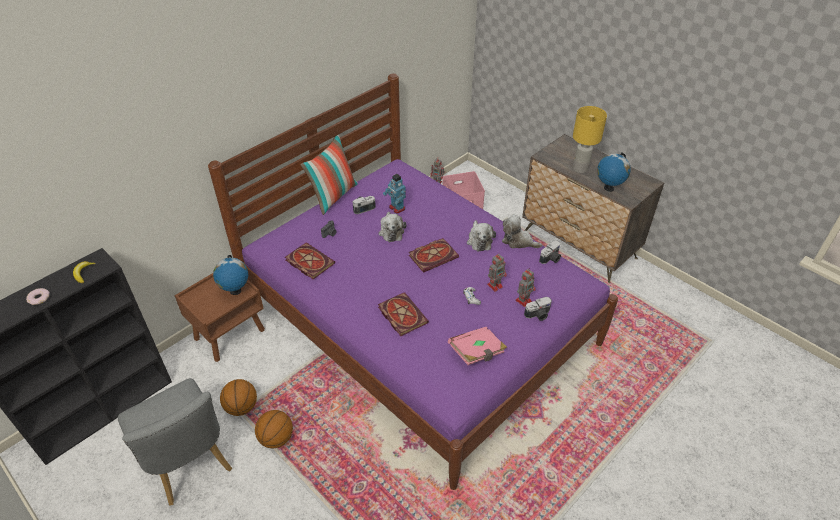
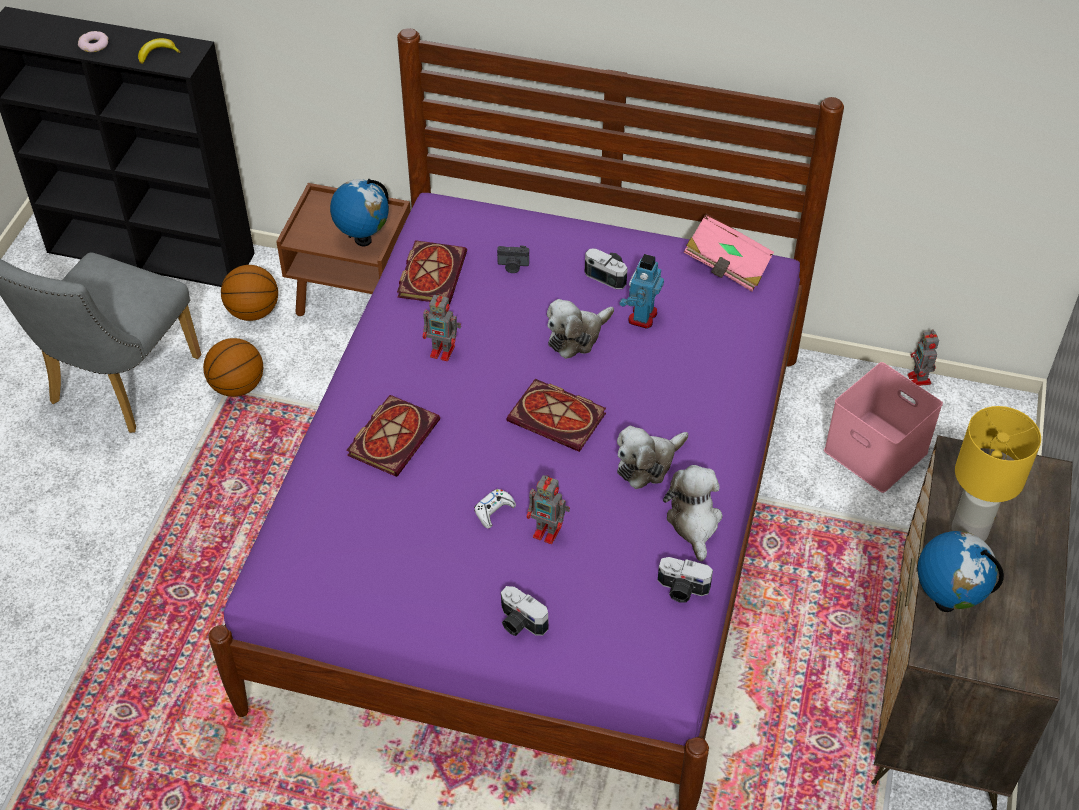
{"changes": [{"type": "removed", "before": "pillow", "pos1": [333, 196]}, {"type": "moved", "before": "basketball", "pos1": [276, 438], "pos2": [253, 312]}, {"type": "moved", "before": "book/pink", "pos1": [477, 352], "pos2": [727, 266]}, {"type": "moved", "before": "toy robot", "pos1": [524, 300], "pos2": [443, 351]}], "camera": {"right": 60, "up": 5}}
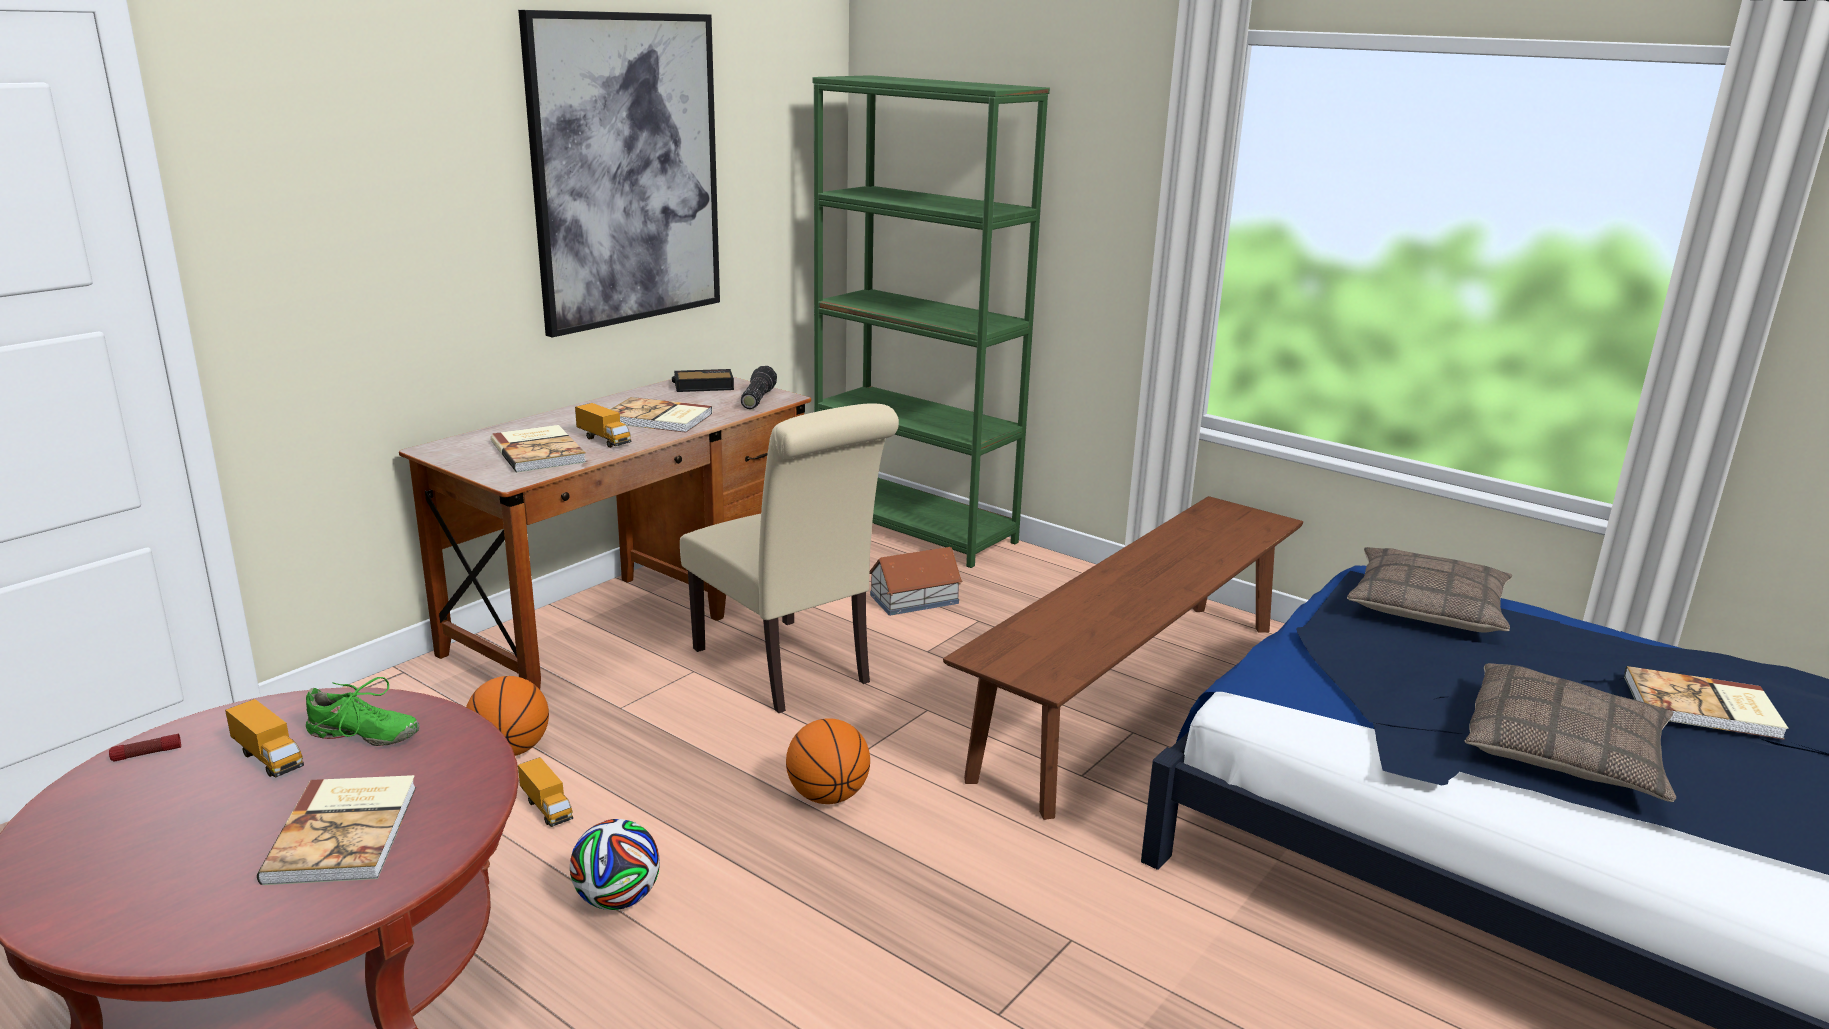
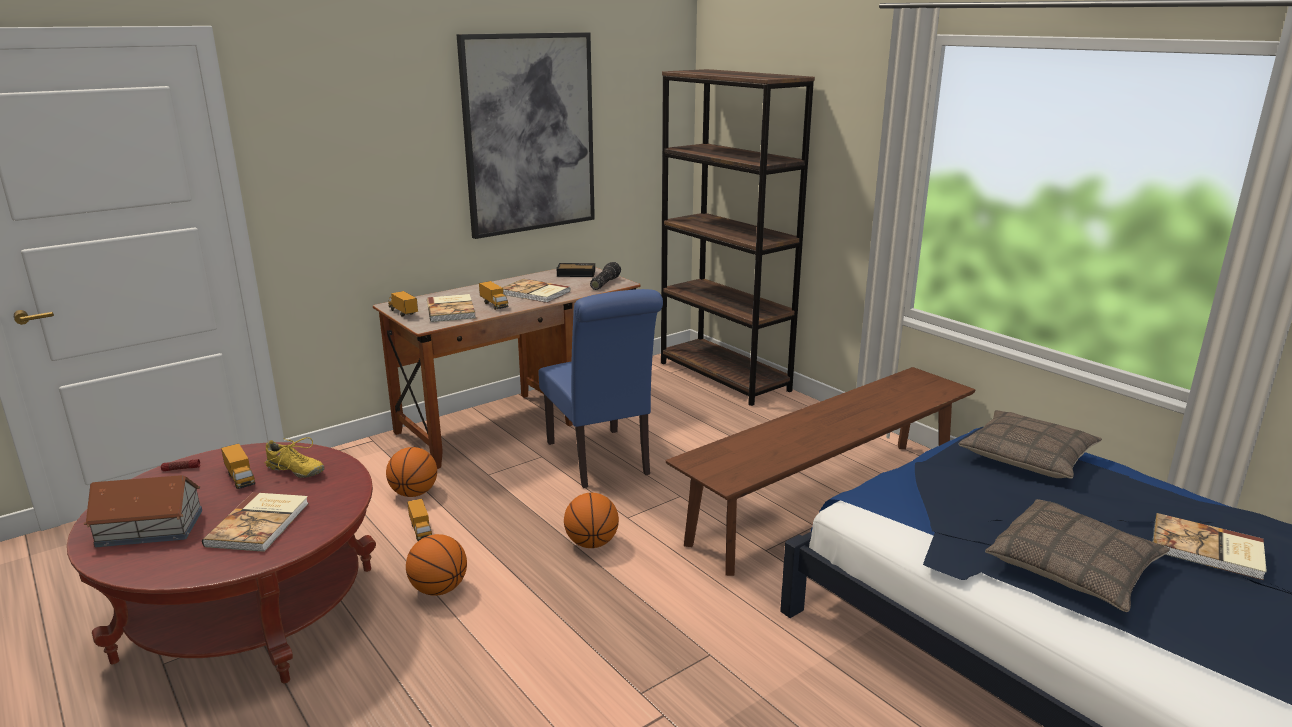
{"changes": [{"type": "added", "after": "toy truck", "pos2": [403, 313]}, {"type": "moved", "before": "toy house", "pos1": [915, 599], "pos2": [151, 528]}, {"type": "replaced", "before": "football", "after": "basketball", "pos1": [617, 899], "pos2": [439, 589]}, {"type": "recoloured", "before": "shoe/green", "after": "shoe/yellow", "pos1": [363, 735], "pos2": [295, 471]}, {"type": "recoloured", "before": "chair/beige", "after": "chair/blue", "pos1": [788, 669], "pos2": [601, 461]}, {"type": "recoloured", "before": "bookcase/green", "after": "bookcase/brown", "pos1": [915, 528], "pos2": [724, 376]}], "camera": {"right": 15, "up": 0}}
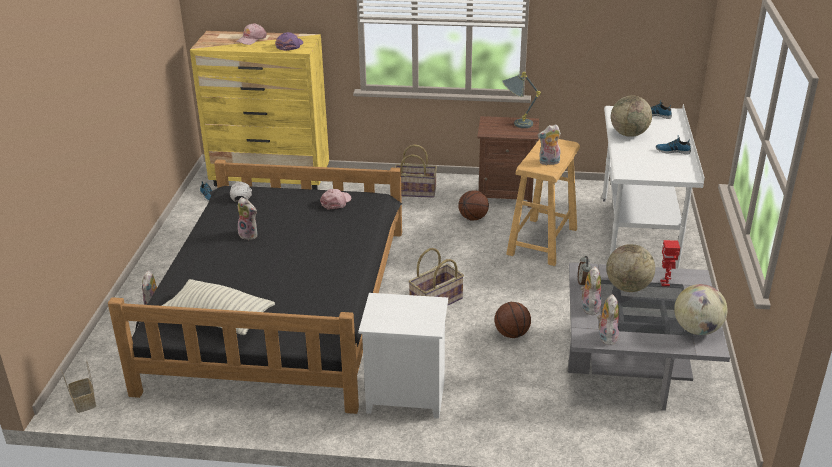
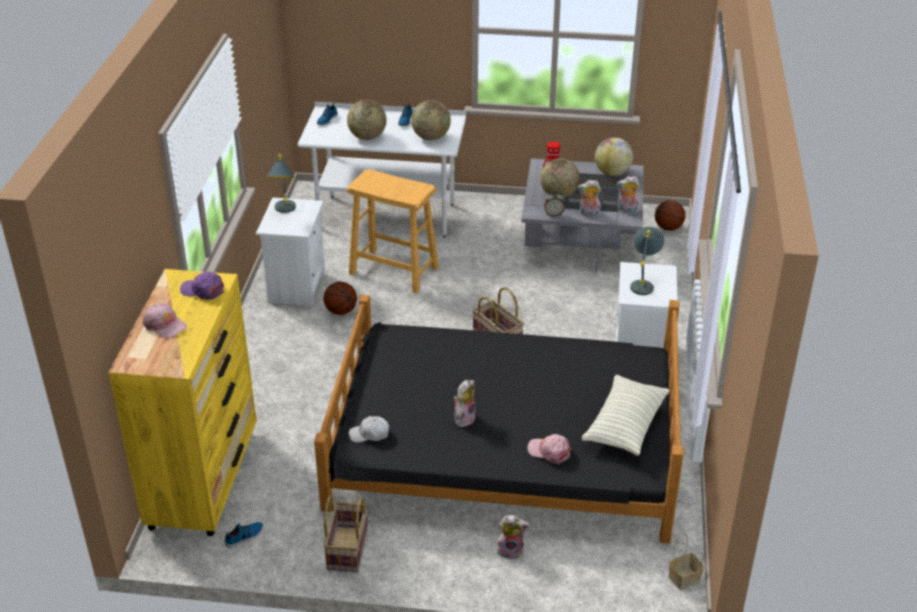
{"changes": [{"type": "removed", "before": "plush toy", "pos1": [549, 162]}, {"type": "added", "after": "globe", "pos2": [431, 137]}, {"type": "added", "after": "table lamp/grey", "pos2": [643, 283]}, {"type": "moved", "before": "cap/pink", "pos1": [336, 202], "pos2": [549, 451]}, {"type": "moved", "before": "basket", "pos1": [415, 191], "pos2": [346, 548]}, {"type": "moved", "before": "basketball", "pos1": [512, 334], "pos2": [668, 227]}, {"type": "recoloured", "before": "nightstand/brown", "after": "nightstand/white", "pos1": [505, 195], "pos2": [295, 287]}], "camera": {"right": -90, "up": 5}}
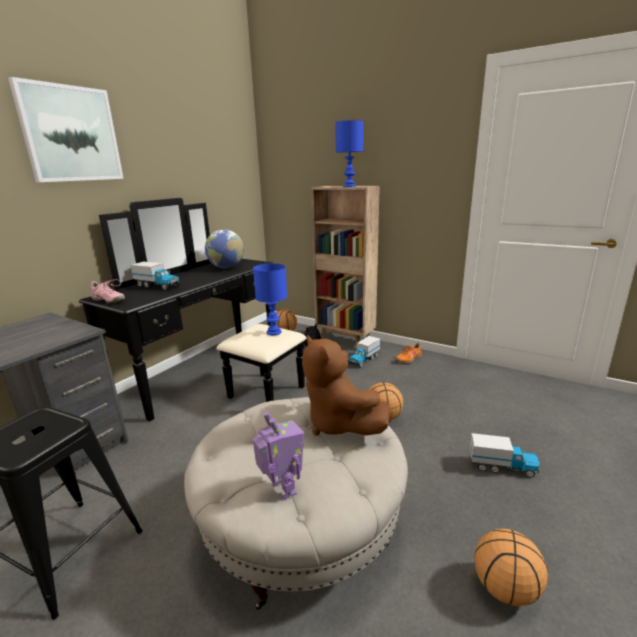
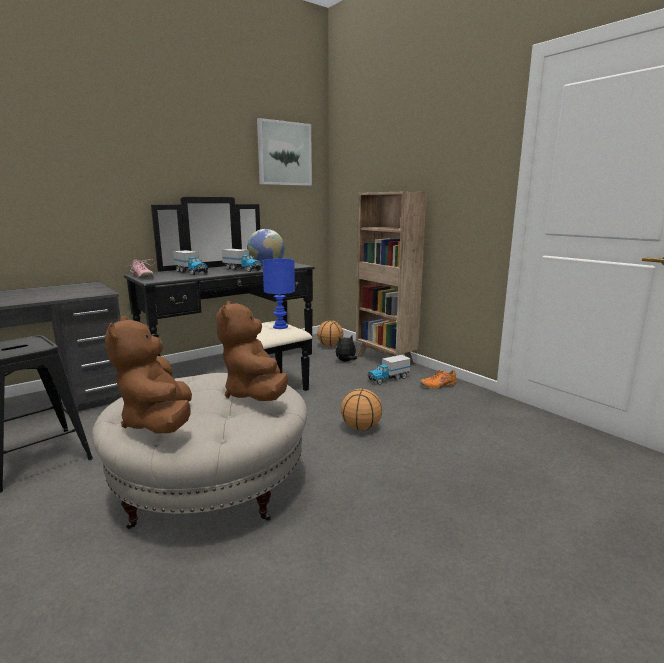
{"changes": [{"type": "removed", "before": "table lamp/blue", "pos1": [349, 186]}, {"type": "removed", "before": "basketball", "pos1": [504, 588]}, {"type": "moved", "before": "picture", "pos1": [71, 134], "pos2": [284, 153]}, {"type": "moved", "before": "toy truck", "pos1": [502, 466], "pos2": [242, 269]}, {"type": "replaced", "before": "toy robot", "after": "plush toy/brown", "pos1": [282, 490], "pos2": [159, 423]}], "camera": {"right": 20, "up": -5}}
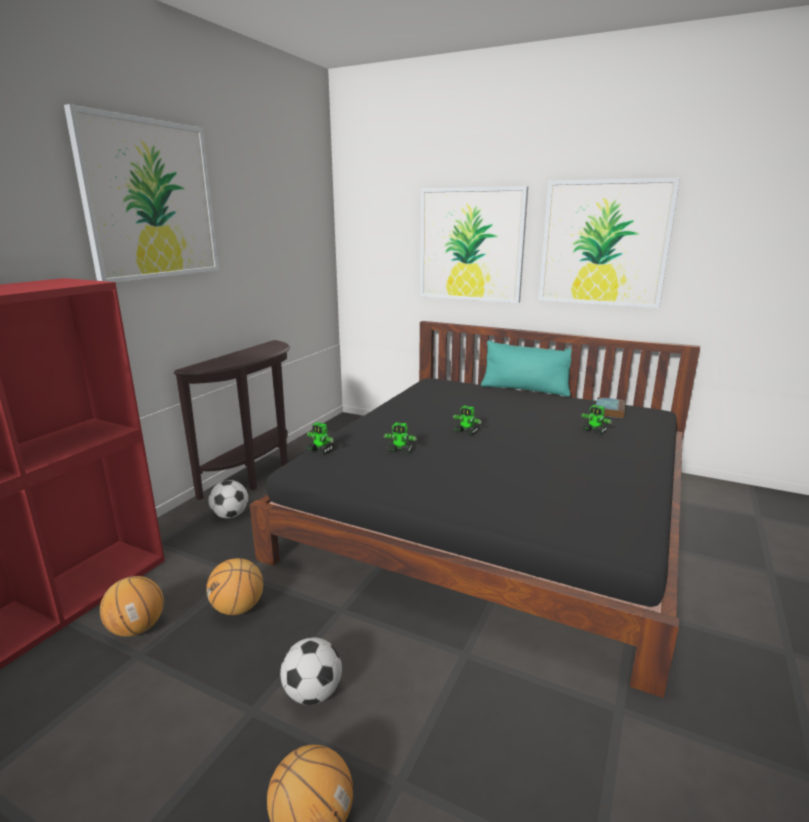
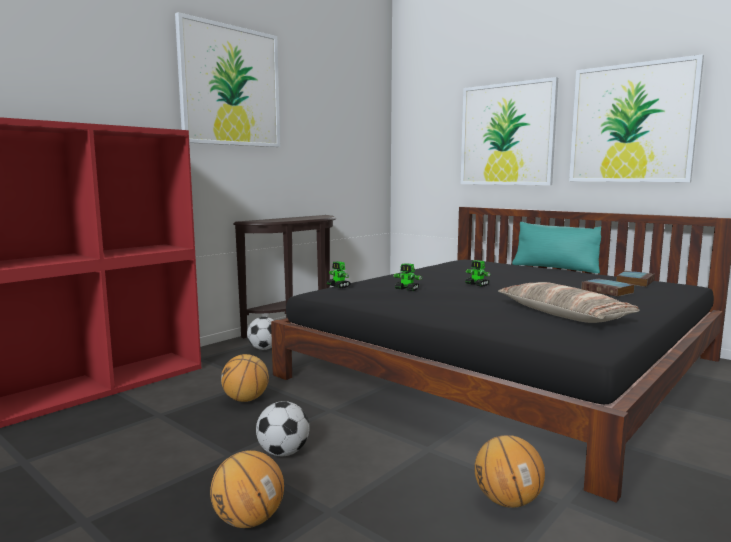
{"changes": [{"type": "added", "after": "pillow", "pos2": [563, 314]}, {"type": "moved", "before": "basketball", "pos1": [137, 628], "pos2": [507, 501]}, {"type": "replaced", "before": "toy robot", "after": "book", "pos1": [594, 430], "pos2": [608, 291]}], "camera": {"right": 15, "up": -10}}
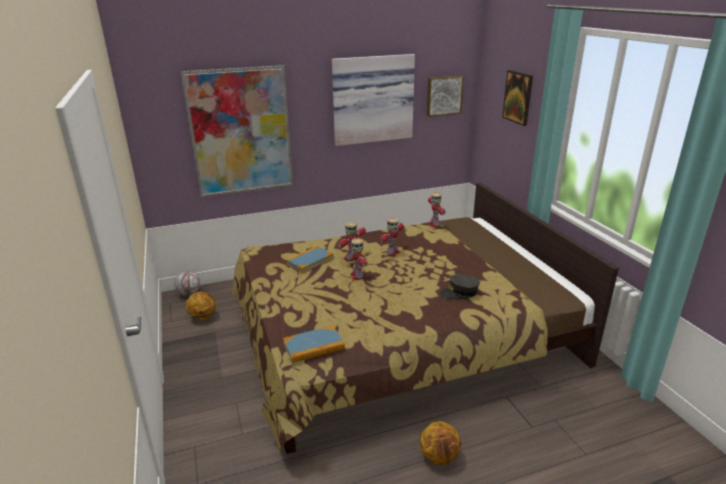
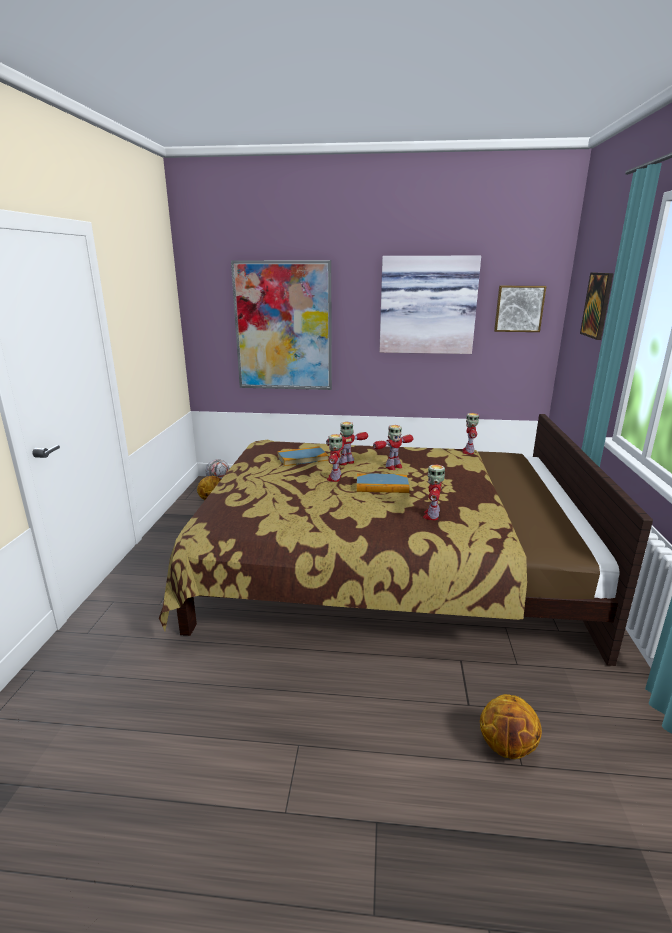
{"changes": [{"type": "moved", "before": "book", "pos1": [313, 346], "pos2": [382, 486]}, {"type": "moved", "before": "basketball", "pos1": [439, 457], "pos2": [507, 747]}, {"type": "replaced", "before": "cap/grey", "after": "toy robot", "pos1": [460, 293], "pos2": [432, 515]}], "camera": {"right": 25, "up": -5}}
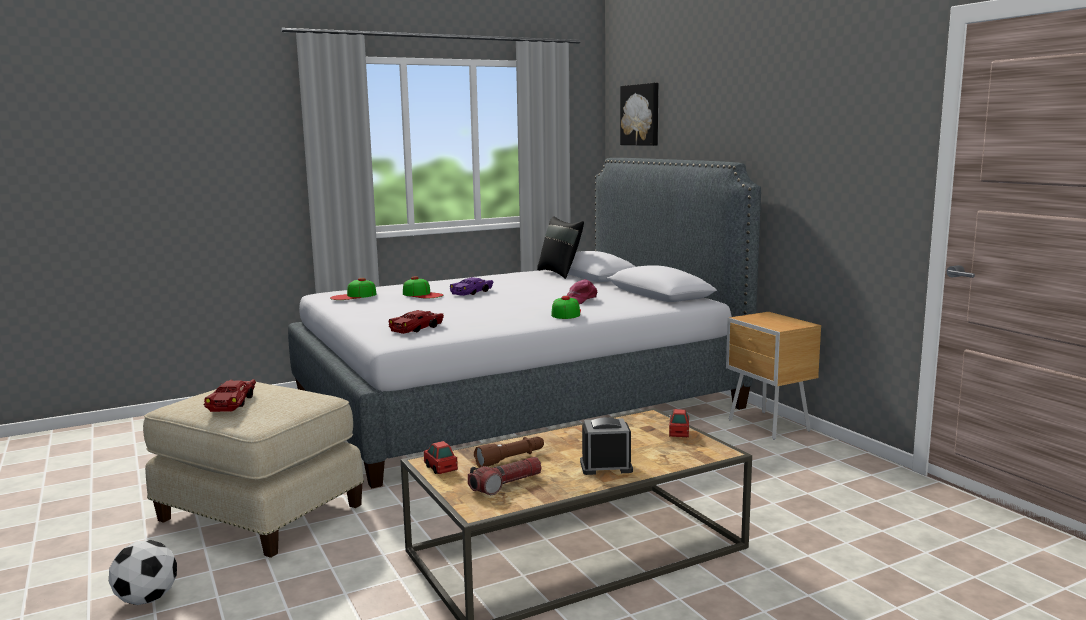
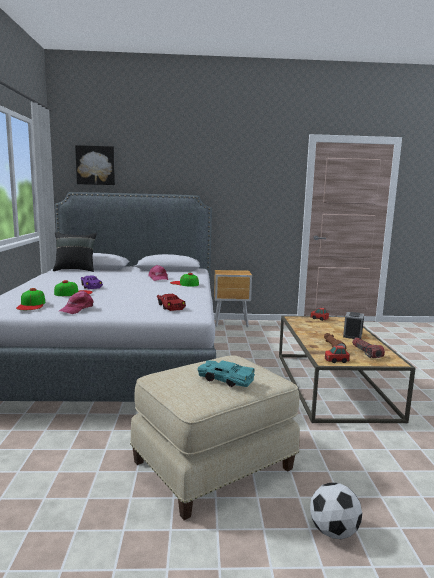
{"changes": [{"type": "added", "after": "cap/pink", "pos2": [77, 309]}, {"type": "recoloured", "before": "toy car/red", "after": "toy car/turquoise", "pos1": [233, 402], "pos2": [225, 379]}], "camera": {"right": -65, "up": 0}}
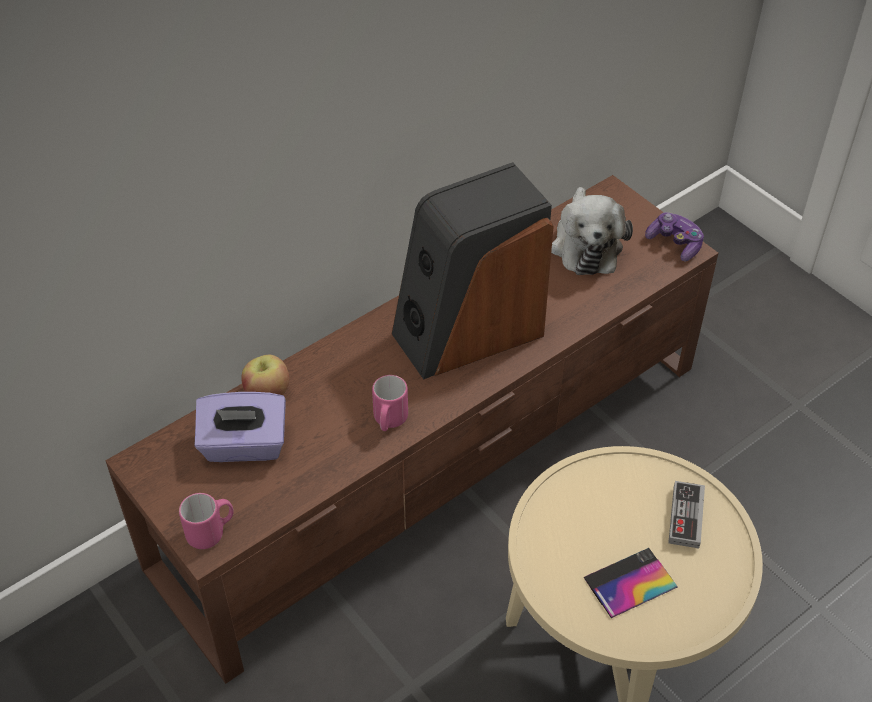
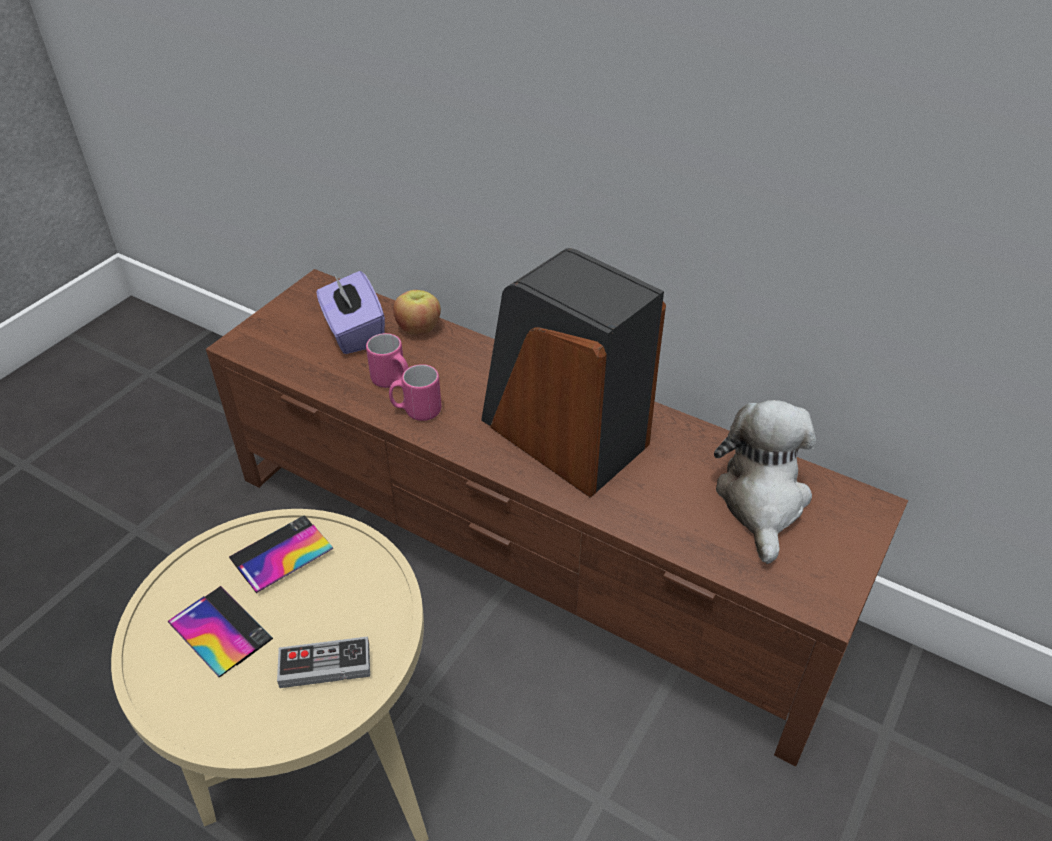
{"changes": [{"type": "removed", "before": "game controller", "pos1": [675, 243]}, {"type": "added", "after": "phone", "pos2": [281, 553]}, {"type": "moved", "before": "mug/pink", "pos1": [211, 532], "pos2": [393, 381]}, {"type": "turned", "before": "plush toy", "pos1": [585, 245], "pos2": [761, 501], "turn": 120}], "camera": {"right": 70, "up": -5}}
